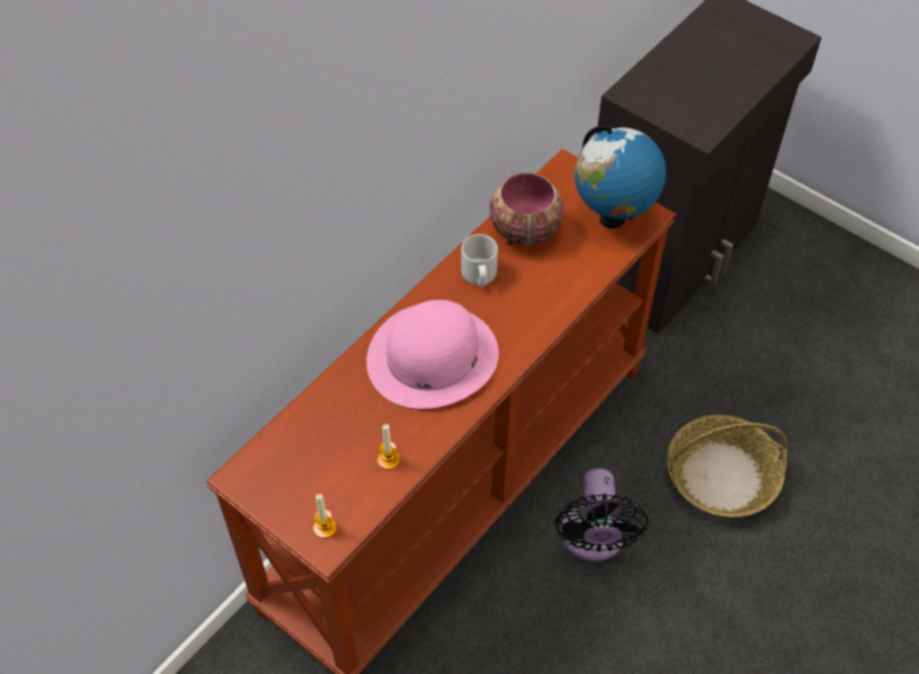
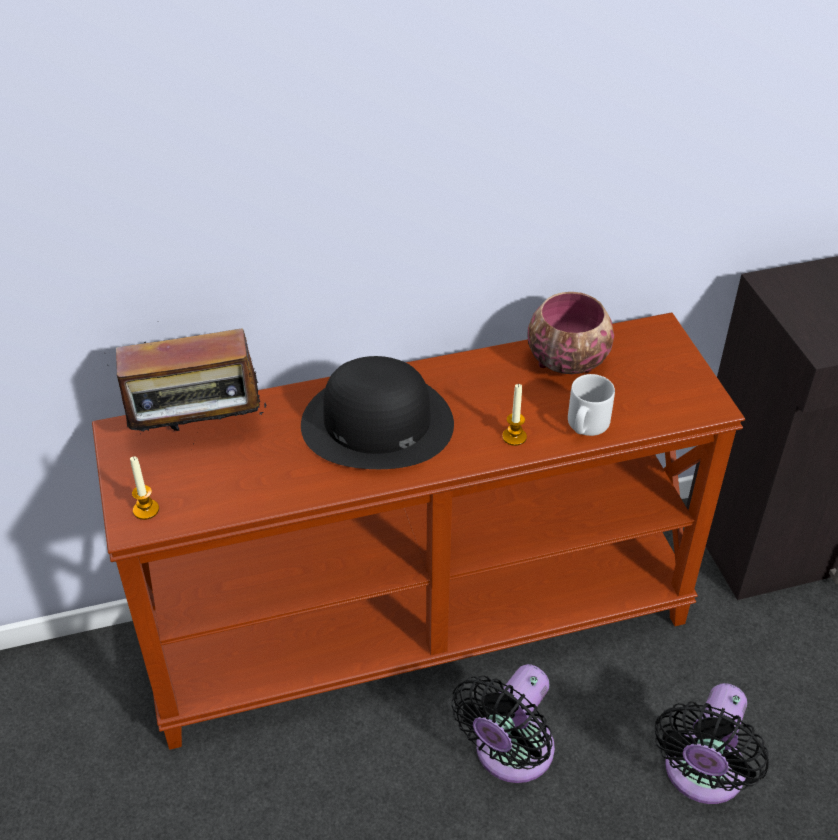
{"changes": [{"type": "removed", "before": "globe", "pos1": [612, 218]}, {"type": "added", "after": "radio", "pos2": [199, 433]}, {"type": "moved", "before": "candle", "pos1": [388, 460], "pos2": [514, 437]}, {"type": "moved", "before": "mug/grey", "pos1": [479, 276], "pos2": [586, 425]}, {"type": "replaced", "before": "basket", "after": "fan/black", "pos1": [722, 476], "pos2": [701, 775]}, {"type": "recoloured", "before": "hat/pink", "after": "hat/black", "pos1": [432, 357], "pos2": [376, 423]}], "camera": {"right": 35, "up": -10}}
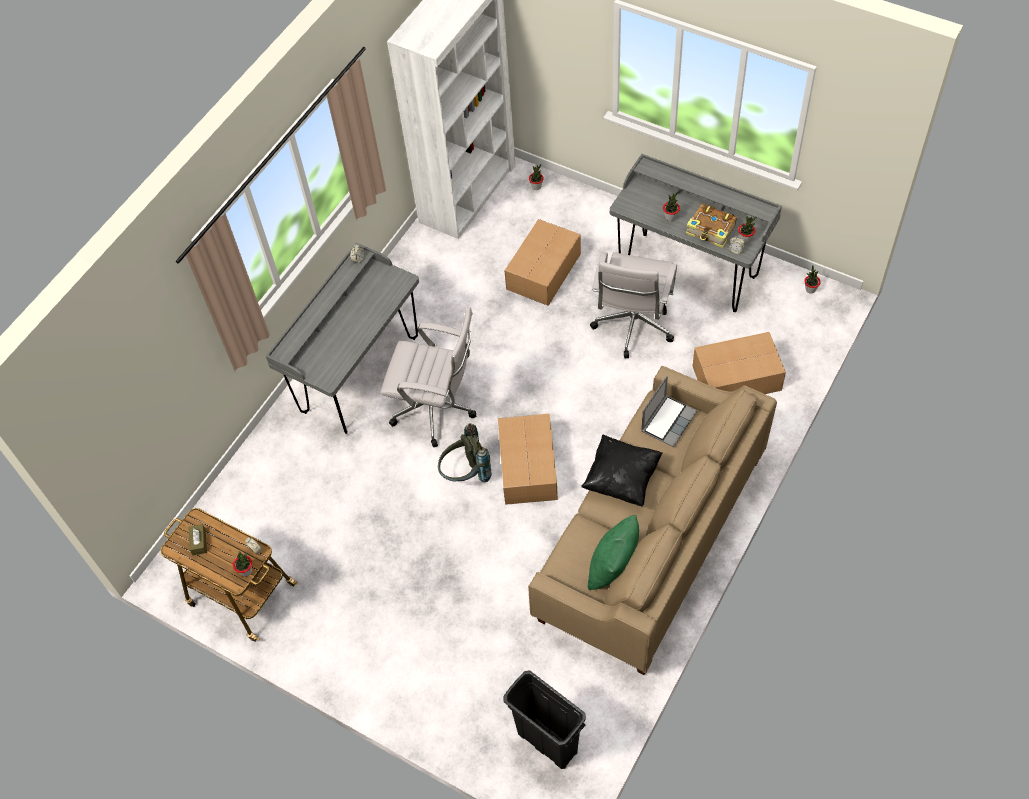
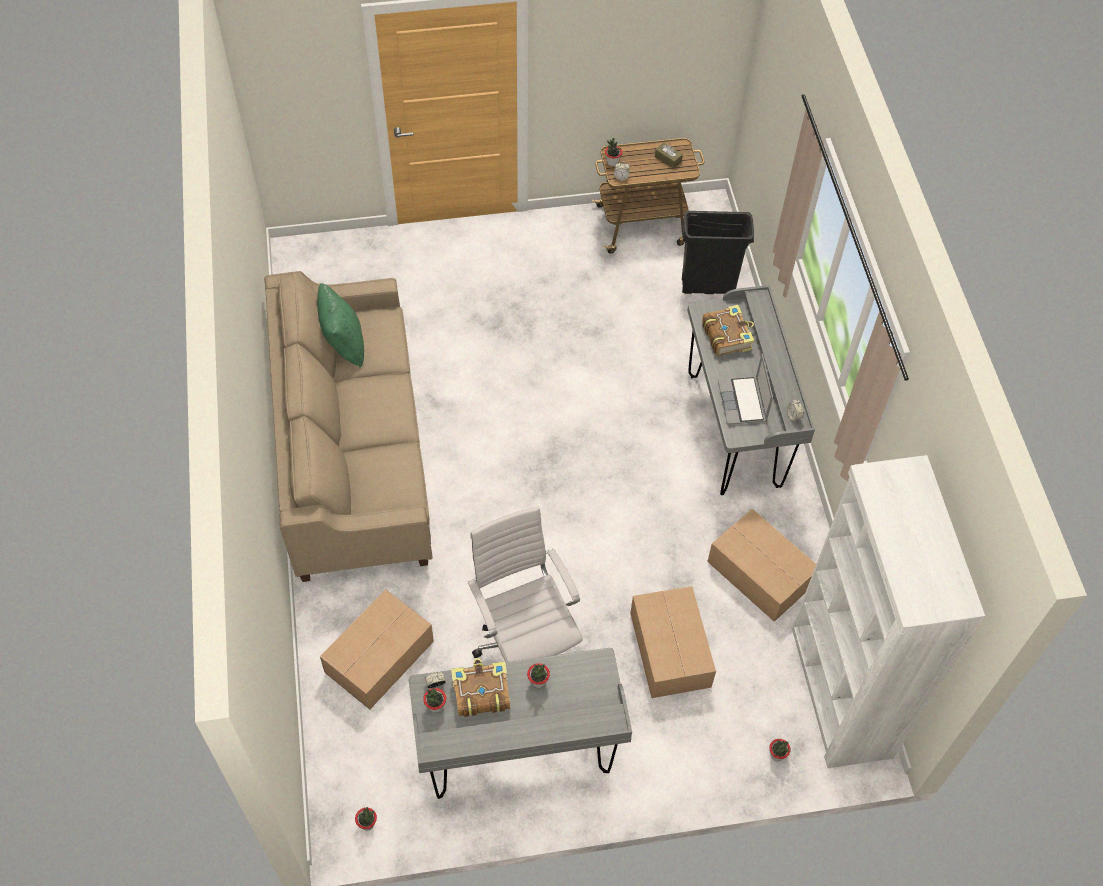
{"changes": [{"type": "removed", "before": "office chair/white", "pos1": [437, 410]}, {"type": "removed", "before": "backpack/grey", "pos1": [466, 474]}, {"type": "removed", "before": "pillow/black", "pos1": [621, 479]}, {"type": "added", "after": "book", "pos2": [727, 335]}, {"type": "moved", "before": "cardboard box", "pos1": [528, 466], "pos2": [760, 574]}, {"type": "moved", "before": "trash can/black", "pos1": [547, 742], "pos2": [708, 286]}, {"type": "moved", "before": "laptop", "pos1": [668, 421], "pos2": [743, 402]}], "camera": {"right": 135, "up": 0}}
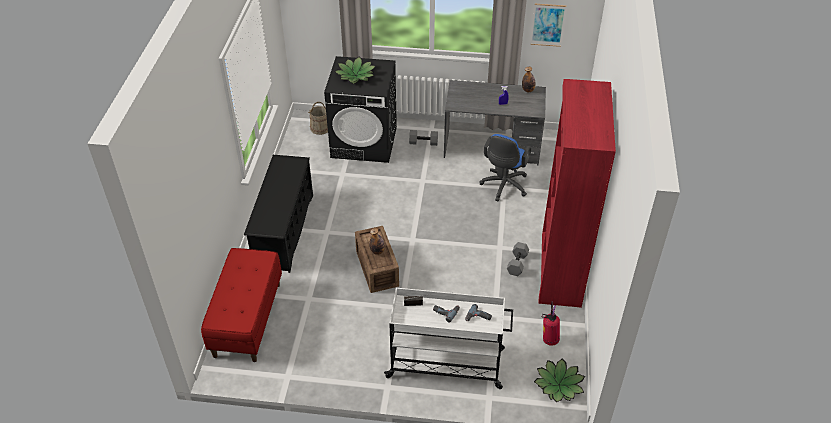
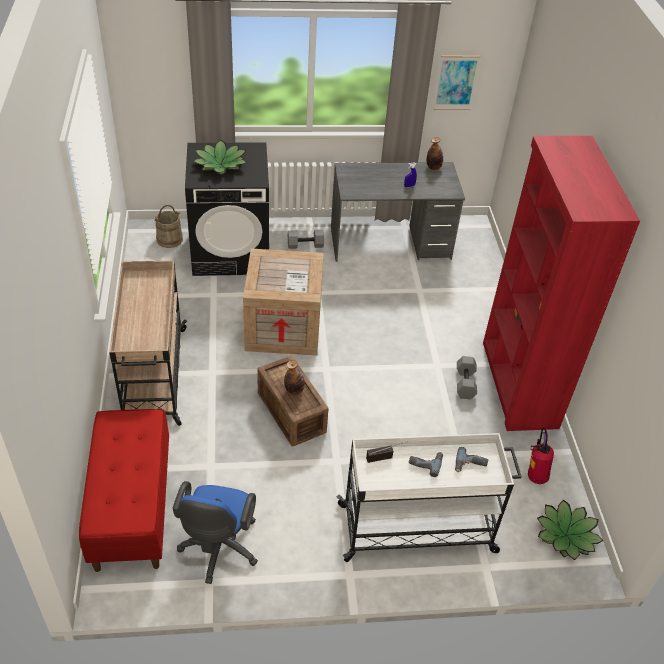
{"changes": [{"type": "added", "after": "crate", "pos2": [284, 327]}, {"type": "moved", "before": "office chair/blue", "pos1": [503, 187], "pos2": [218, 550]}, {"type": "replaced", "before": "shoe rack/black", "after": "cart/beige", "pos1": [284, 230], "pos2": [154, 377]}], "camera": {"right": -15, "up": 0}}
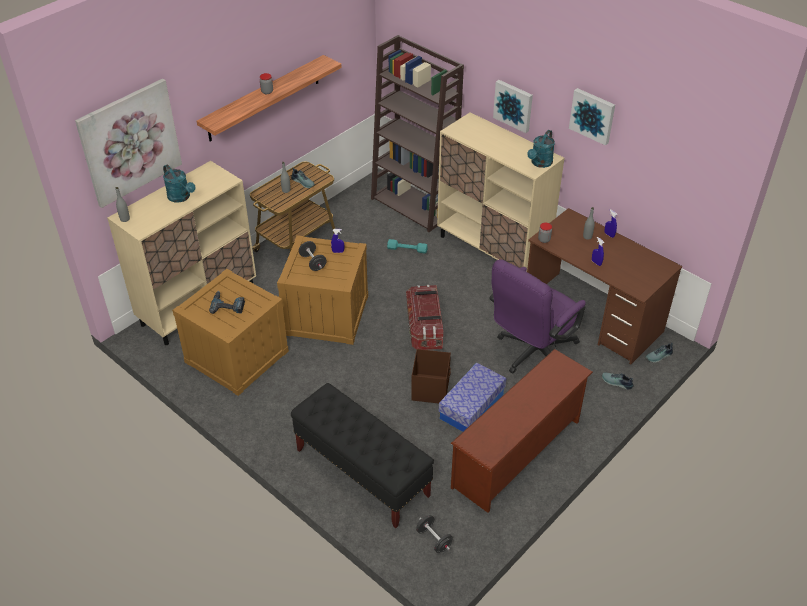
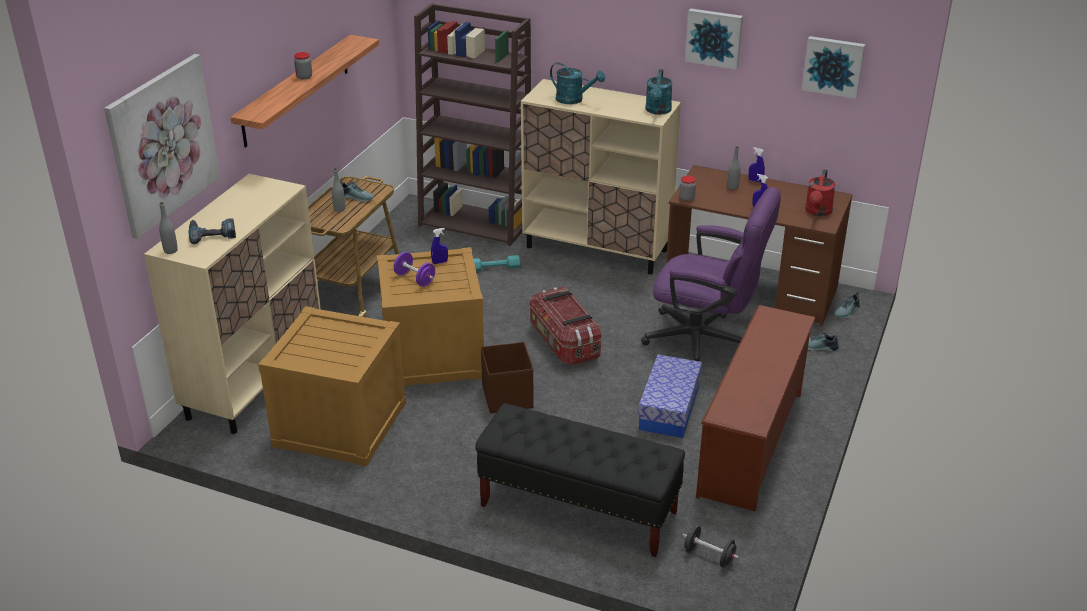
{"changes": [{"type": "added", "after": "watering can/red", "pos2": [817, 212]}, {"type": "moved", "before": "watering can/turquoise", "pos1": [181, 197], "pos2": [574, 100]}, {"type": "moved", "before": "power drill", "pos1": [228, 305], "pos2": [212, 233]}, {"type": "moved", "before": "storage box/brown", "pos1": [431, 388], "pos2": [507, 396]}, {"type": "moved", "before": "picture", "pos1": [514, 105], "pos2": [833, 66]}, {"type": "recoloured", "before": "dumbbell/black", "after": "dumbbell/purple", "pos1": [313, 262], "pos2": [415, 279]}, {"type": "turned", "before": "office chair/purple", "pos1": [531, 354], "pos2": [705, 341], "turn": -90}], "camera": {"right": -20, "up": -10}}
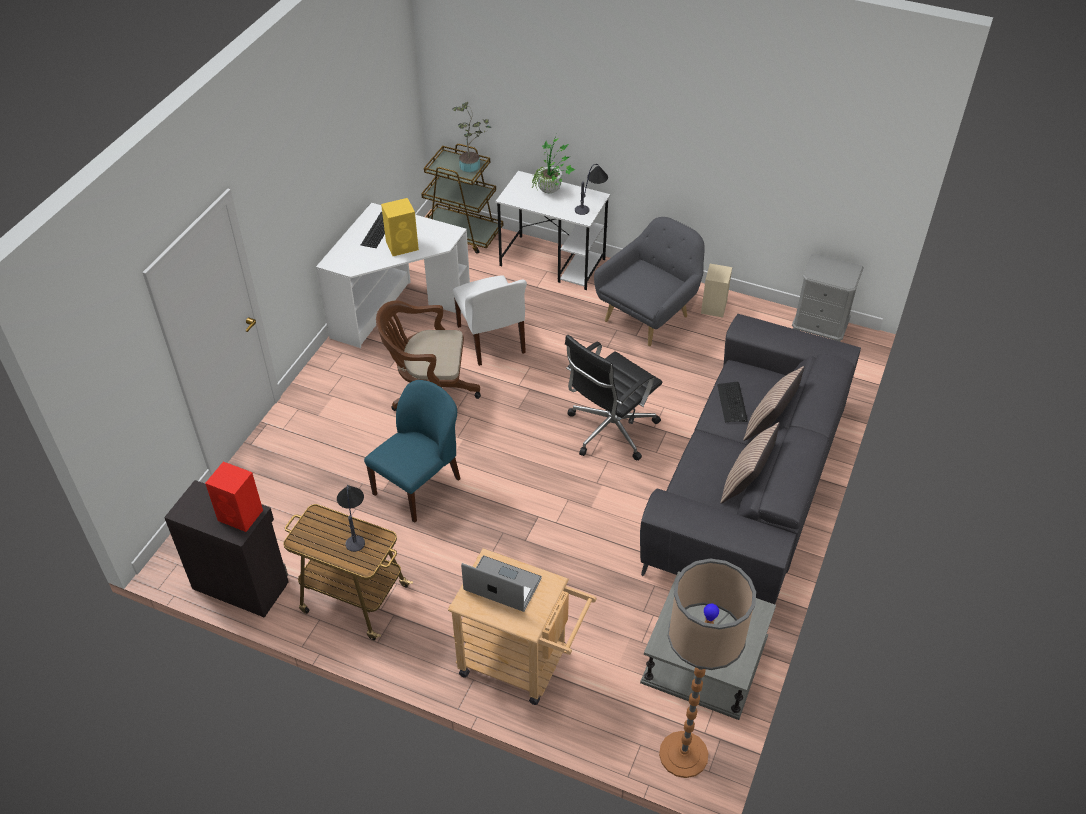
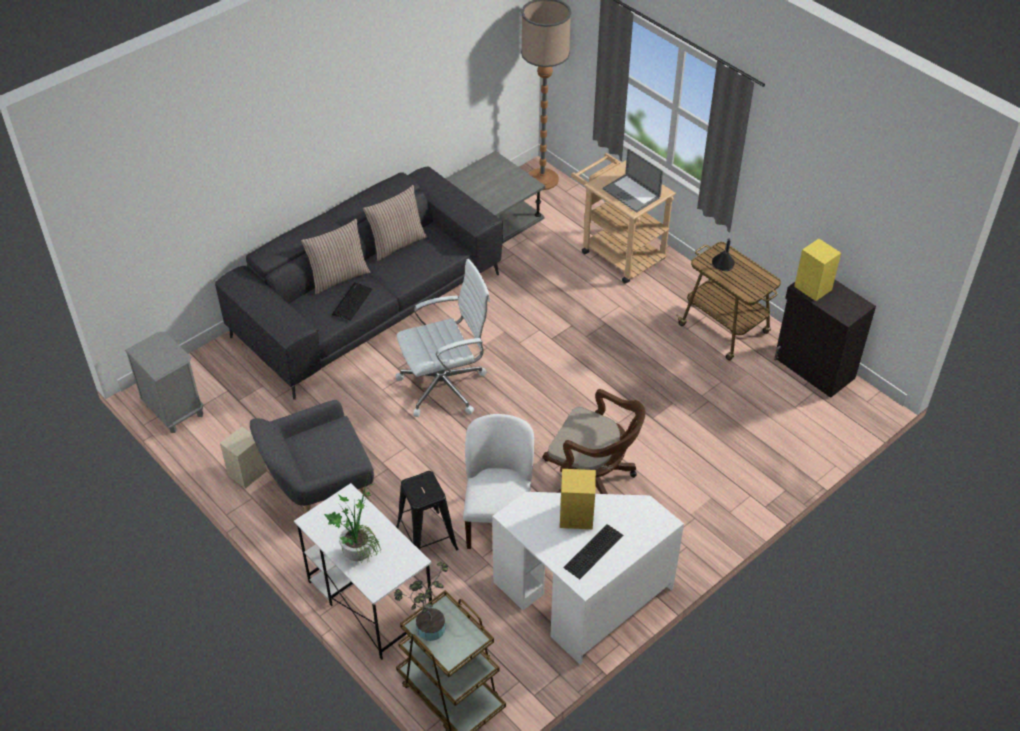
{"changes": [{"type": "removed", "before": "chair/blue", "pos1": [418, 486]}, {"type": "removed", "before": "table lamp", "pos1": [591, 202]}, {"type": "added", "after": "stool/black", "pos2": [427, 538]}, {"type": "recoloured", "before": "speaker/red", "after": "speaker/yellow", "pos1": [241, 515], "pos2": [812, 287]}, {"type": "recoloured", "before": "office chair/black", "after": "office chair/white", "pos1": [609, 430], "pos2": [445, 386]}], "camera": {"right": -155, "up": 0}}
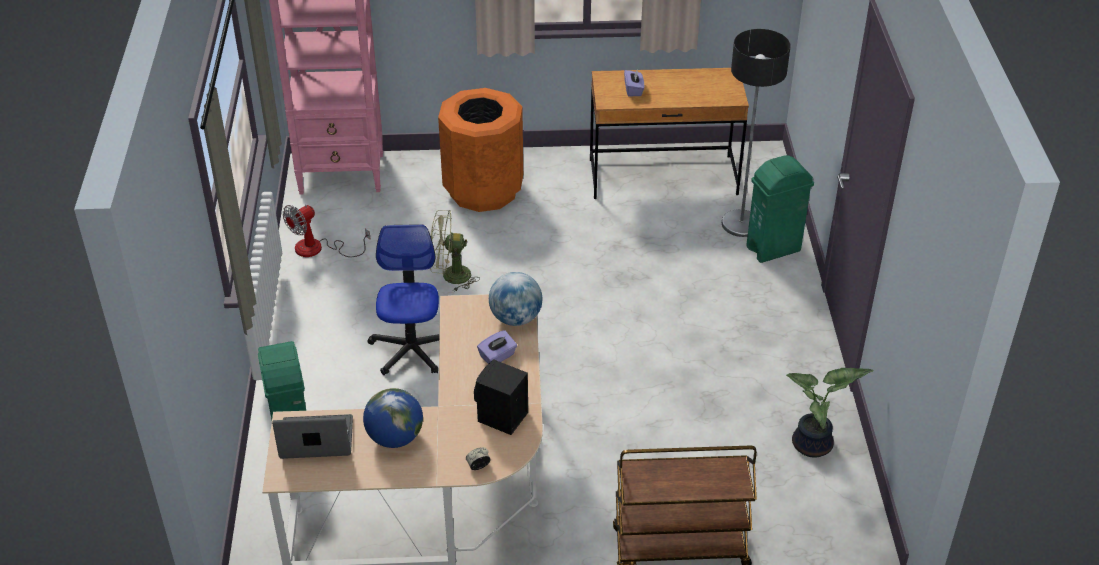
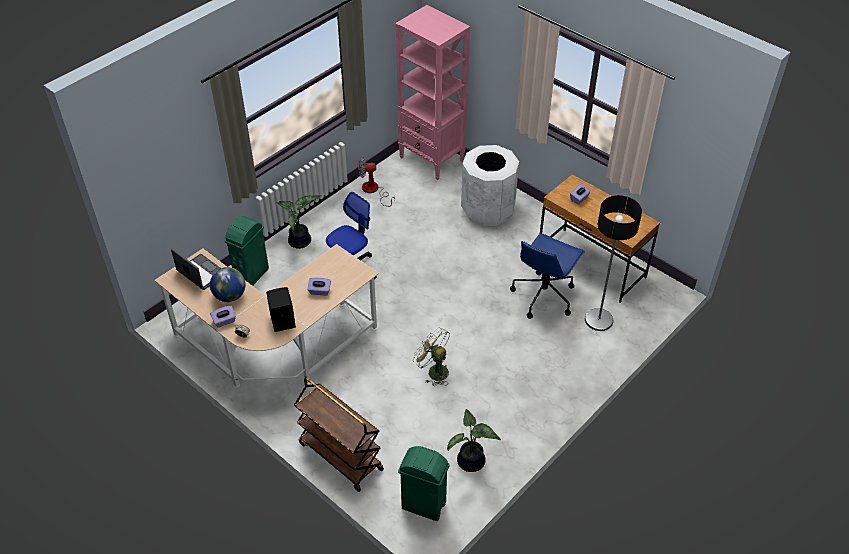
{"changes": [{"type": "removed", "before": "globe", "pos1": [516, 318]}, {"type": "added", "after": "tissue box/purple", "pos2": [224, 321]}, {"type": "added", "after": "potted plant", "pos2": [301, 242]}, {"type": "added", "after": "office chair/blue", "pos2": [543, 295]}, {"type": "moved", "before": "fan/green", "pos1": [450, 276], "pos2": [434, 371]}, {"type": "moved", "before": "trash can/green", "pos1": [774, 249], "pos2": [424, 506]}, {"type": "recoloured", "before": "trash can/orange", "after": "trash can/white", "pos1": [483, 190], "pos2": [487, 211]}], "camera": {"right": 45, "up": 5}}
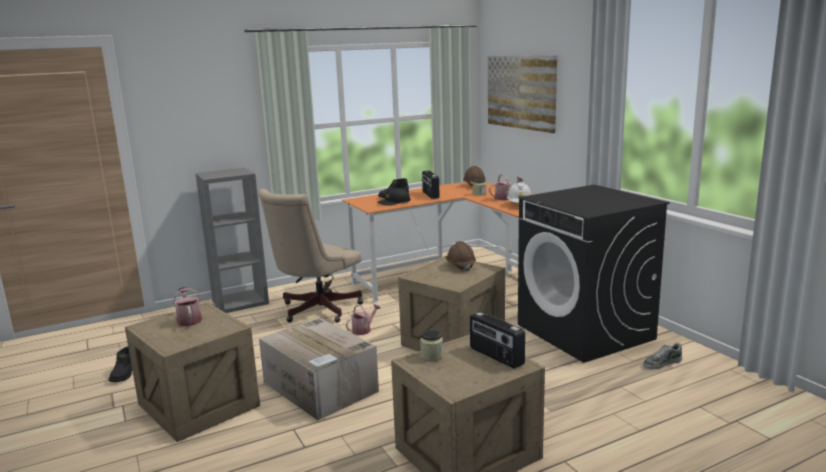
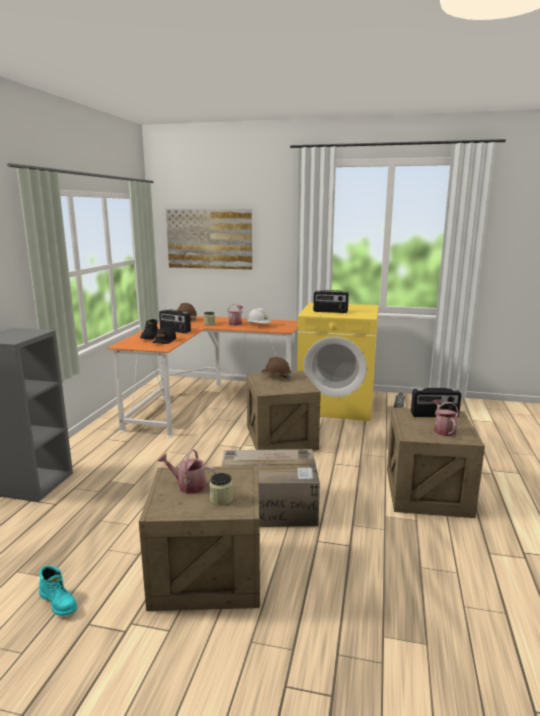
{"changes": [{"type": "removed", "before": "office chair/beige", "pos1": [315, 310]}, {"type": "added", "after": "radio", "pos2": [330, 311]}, {"type": "moved", "before": "watering can", "pos1": [363, 330], "pos2": [443, 430]}, {"type": "moved", "before": "jar", "pos1": [432, 355], "pos2": [221, 499]}, {"type": "recoloured", "before": "boot/black", "after": "boot/turquoise", "pos1": [124, 374], "pos2": [59, 602]}, {"type": "recoloured", "before": "washing machine/black", "after": "washing machine/yellow", "pos1": [586, 332], "pos2": [337, 405]}], "camera": {"right": -50, "up": 0}}
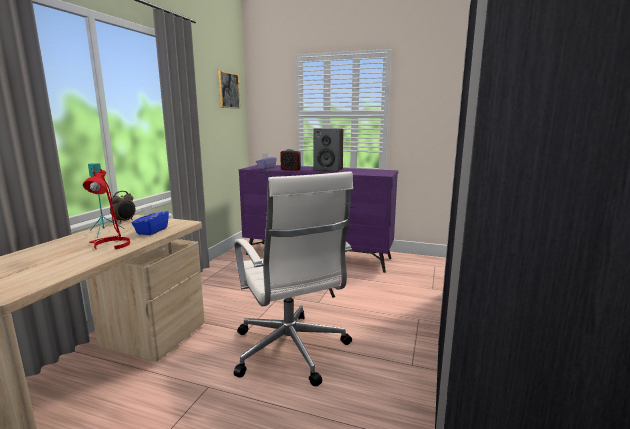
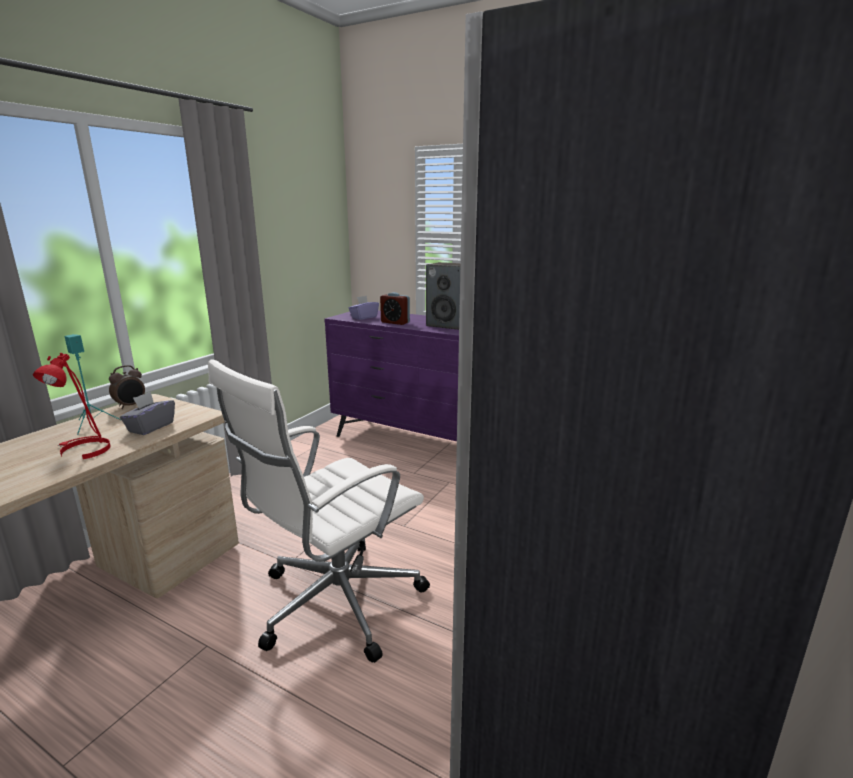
{"changes": [{"type": "removed", "before": "picture", "pos1": [228, 90]}, {"type": "recoloured", "before": "tissue box/blue", "after": "tissue box/grey", "pos1": [152, 231], "pos2": [150, 427]}, {"type": "turned", "before": "office chair/white", "pos1": [290, 351], "pos2": [334, 603], "turn": 60}], "camera": {"right": 10, "up": 5}}
